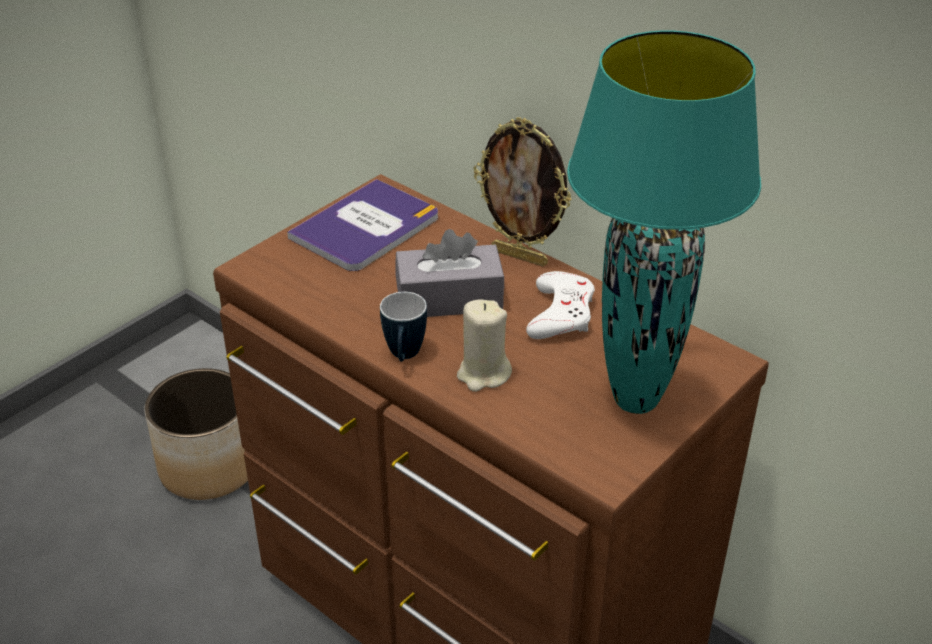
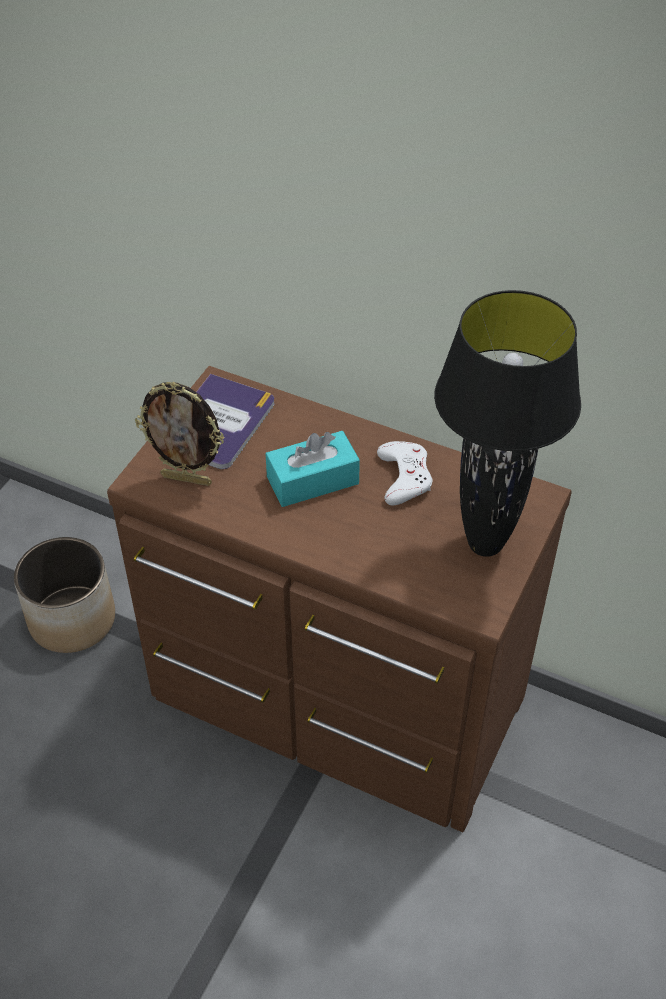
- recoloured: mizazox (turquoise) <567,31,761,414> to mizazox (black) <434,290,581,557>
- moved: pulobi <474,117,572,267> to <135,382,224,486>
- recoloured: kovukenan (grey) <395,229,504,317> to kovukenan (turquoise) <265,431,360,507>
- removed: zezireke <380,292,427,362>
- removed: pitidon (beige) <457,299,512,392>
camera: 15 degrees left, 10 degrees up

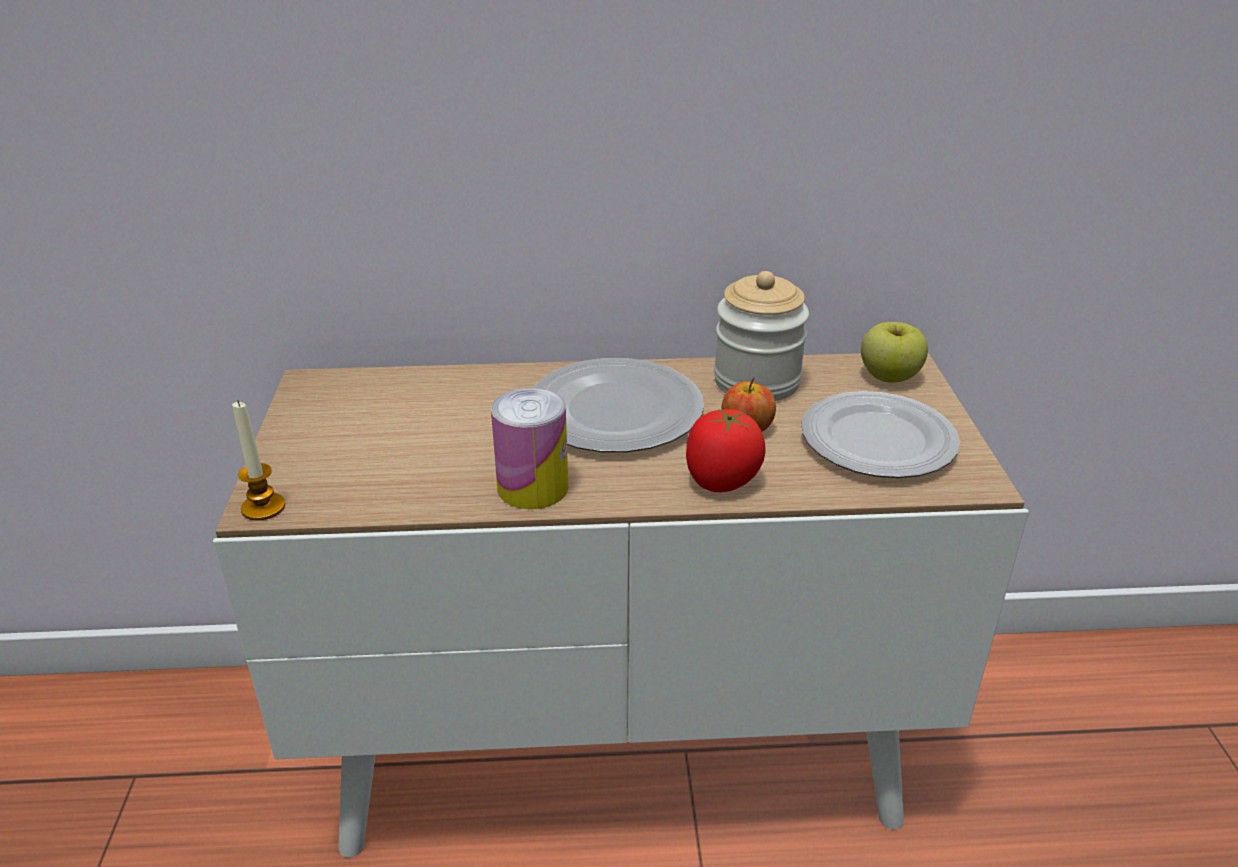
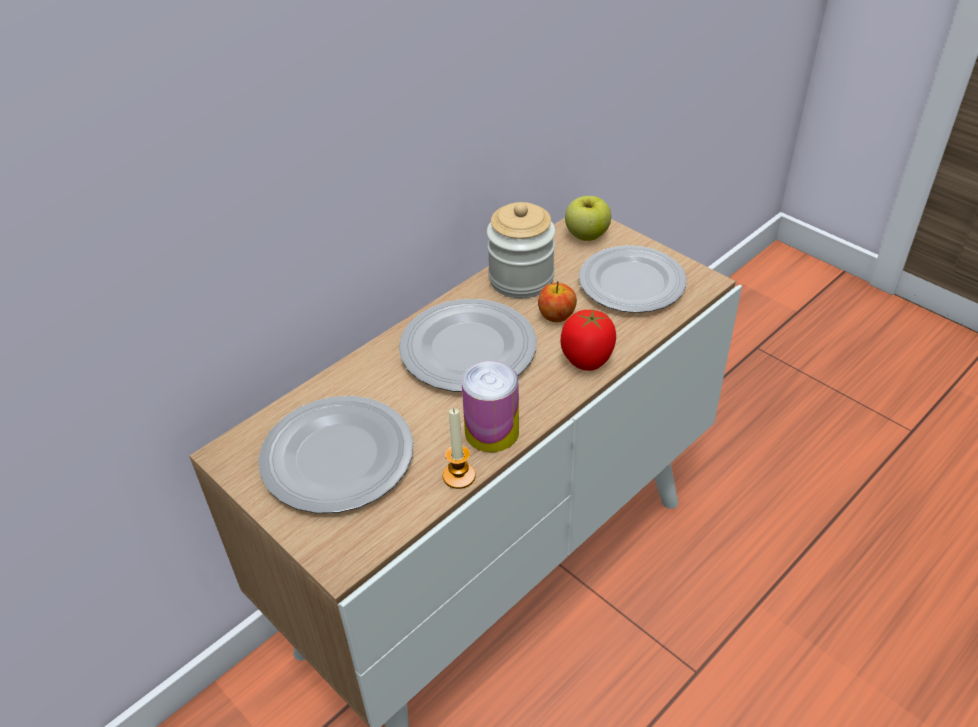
- moved: pitidon <232,401,285,521> to <443,408,476,489>
- added: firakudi <258,396,413,513>
camera: 40 degrees left, 10 degrees up

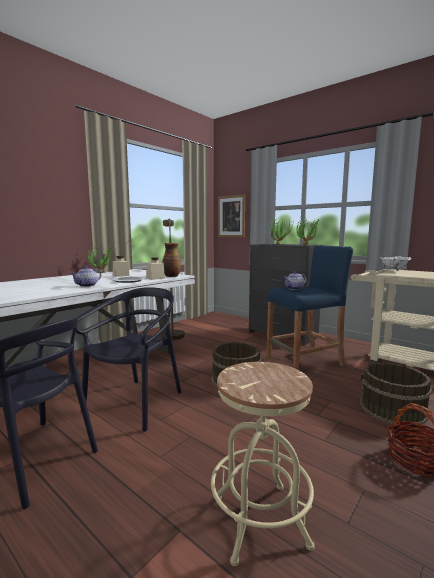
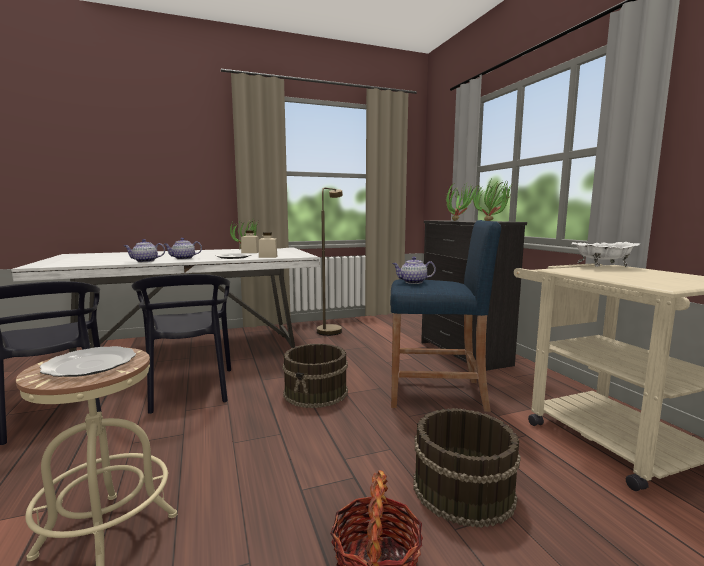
- removed: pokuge <218,194,245,237>
- removed: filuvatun <162,243,181,277>
- turned: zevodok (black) <76,287,181,432> = <132,274,231,414> 105 degrees clockwise
- added: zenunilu <124,239,165,262>
- added: firakudi <40,346,136,377>
camera: 30 degrees right, 0 degrees up

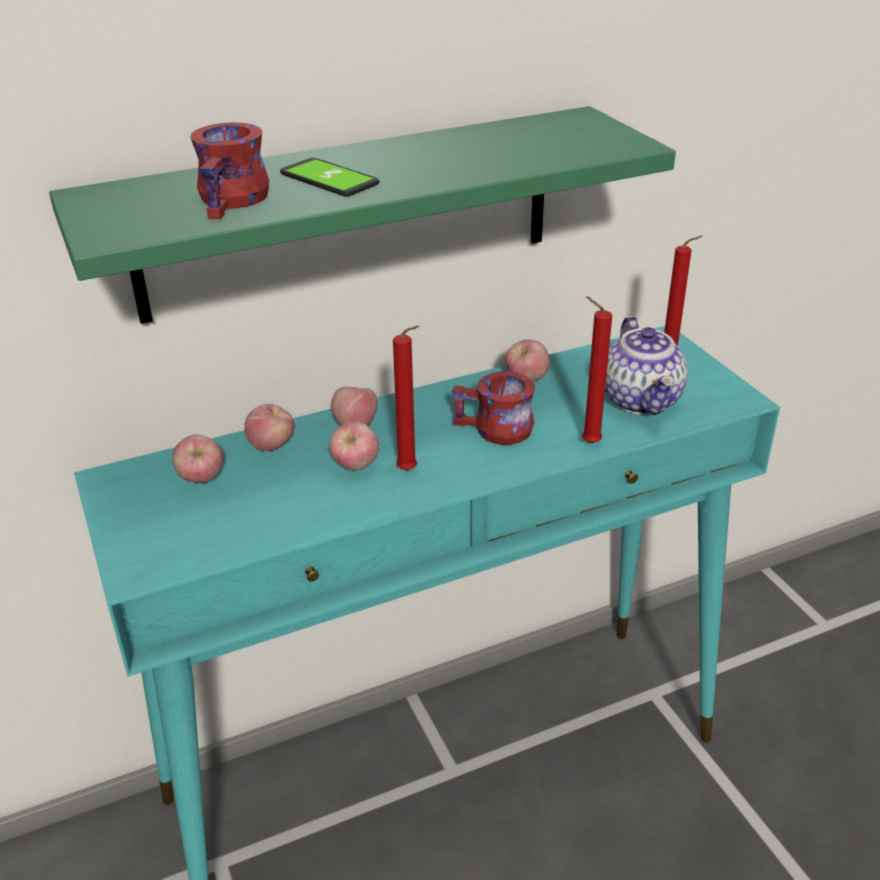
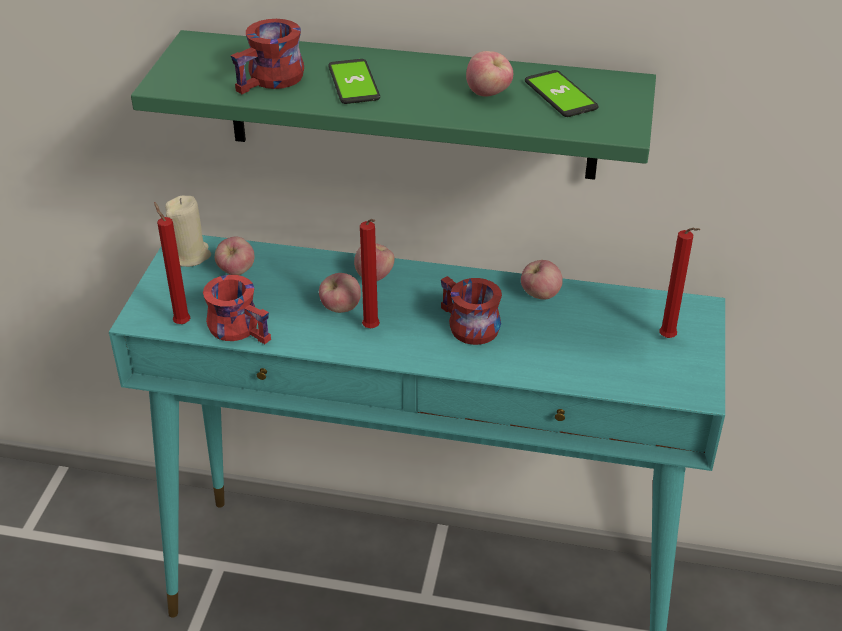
- moved: pitidon (red) <582,296,612,444> to <154,202,191,324>
- removed: zenunilu <605,316,688,415>
- moved: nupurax <244,404,295,451> to <466,51,513,97>
- added: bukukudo <525,70,599,117>
- added: pitidon (beige) <165,196,211,267>
- added: zezireke (red) <203,275,271,344>
camera: 35 degrees right, 5 degrees up

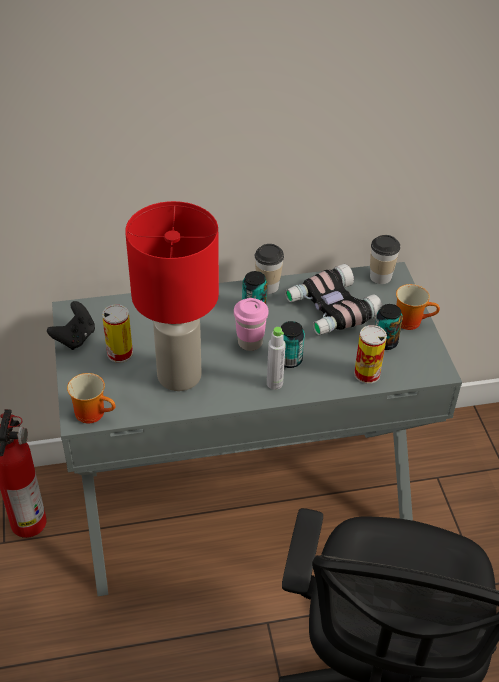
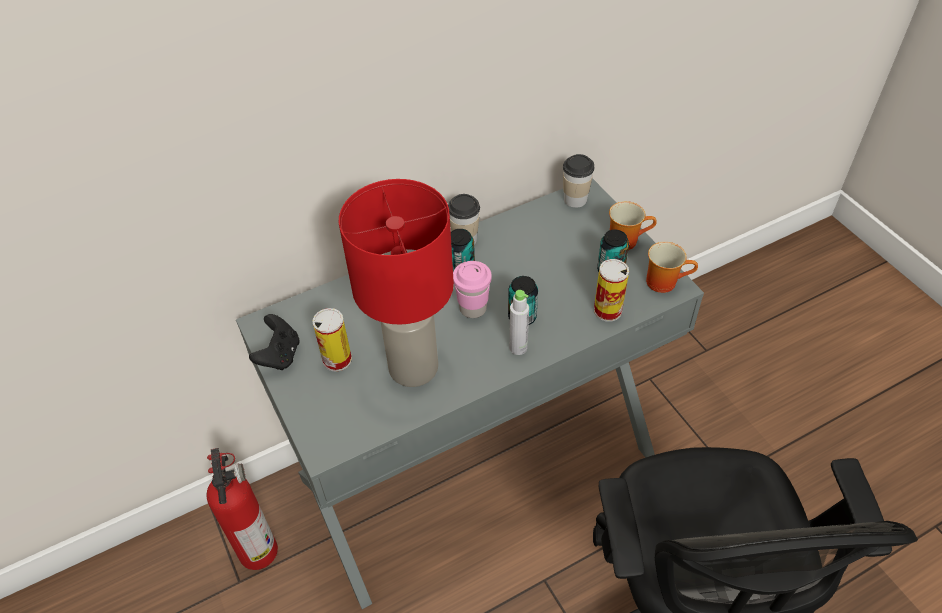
- removed: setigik <285,264,383,335>
- moved: zezireke <67,373,116,424> to <646,242,698,293>
camera: 15 degrees left, 5 degrees up

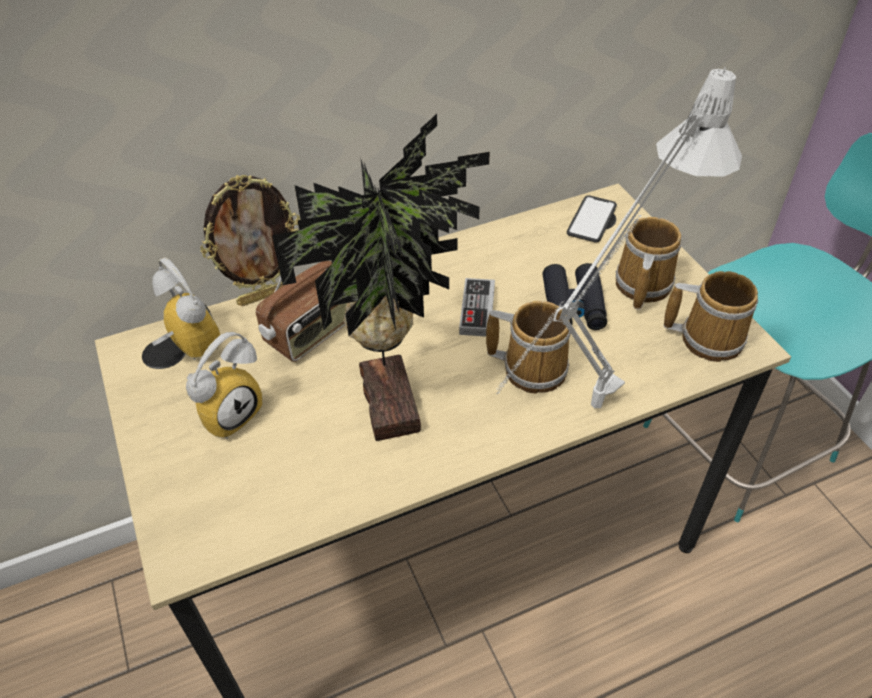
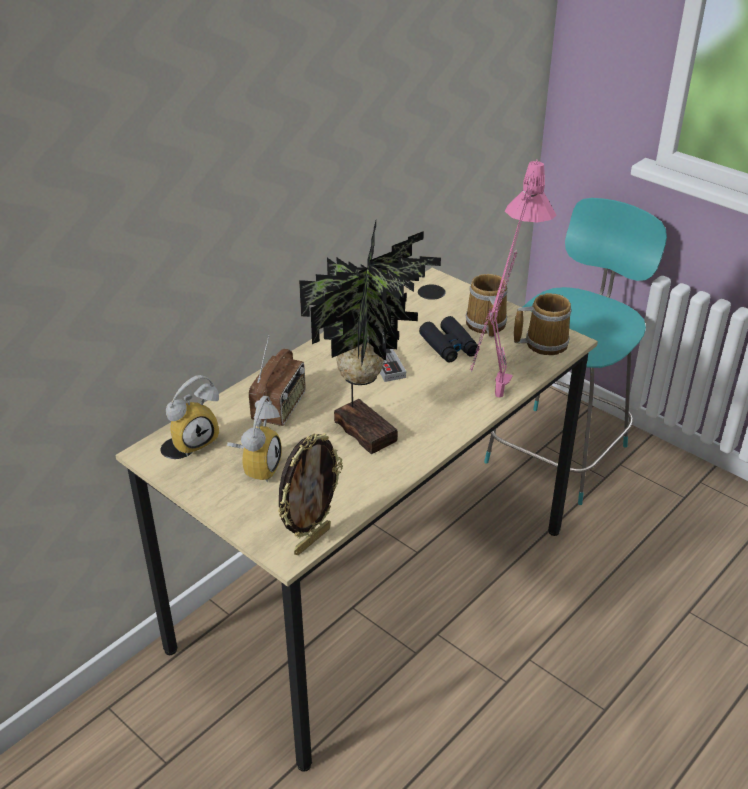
- recoloured: mizazox (grey) <496,67,742,408> to mizazox (pink) <470,159,556,398>
- moved: pulobi <200,175,300,306> to <278,433,343,555>
- removed: bukukudo <567,195,617,243>
- turned: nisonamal <152,258,220,360> = <166,375,219,456> 120 degrees clockwise
- removed: zezireke <486,301,571,393>
camera: 25 degrees left, 10 degrees down

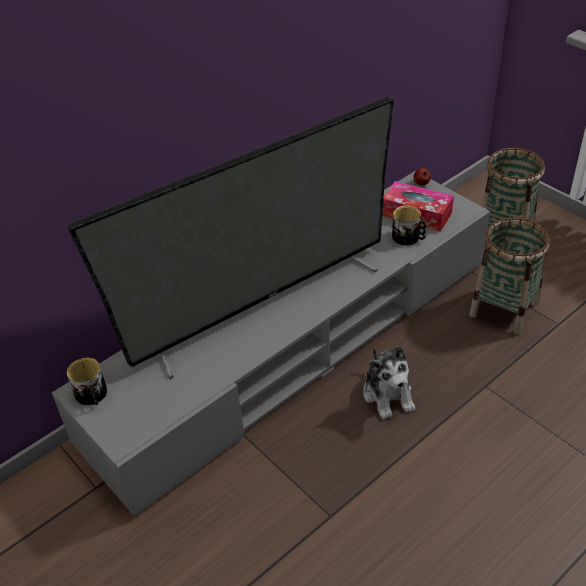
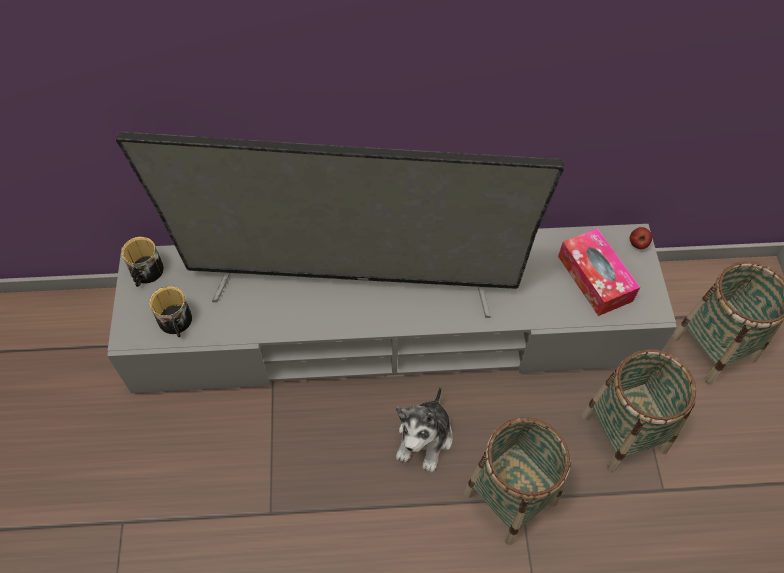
- moved: zezireke <392,205,426,246> to <149,286,192,337>
- added: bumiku <464,417,571,545>
camera: 35 degrees right, 15 degrees up

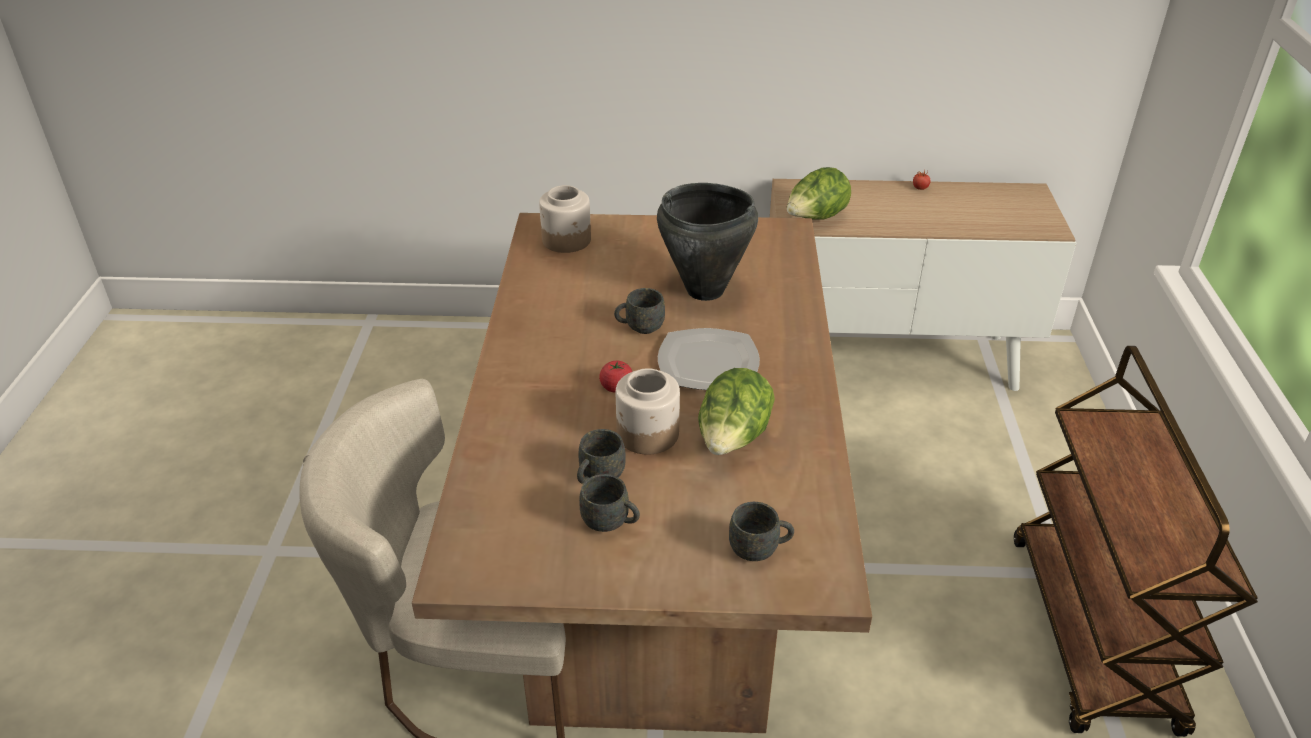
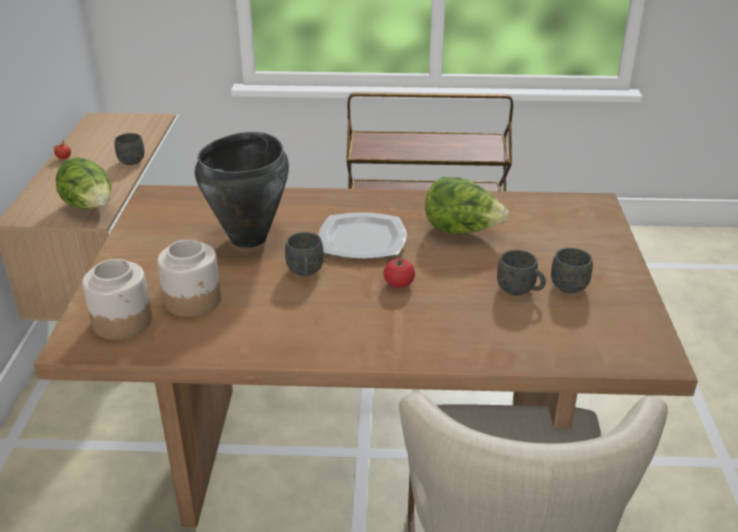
- moved: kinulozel <616,368,680,455> to <157,239,221,317>
- moved: zezireke (grey) <729,502,794,561> to <114,133,145,165>
camera: 90 degrees left, 5 degrees down

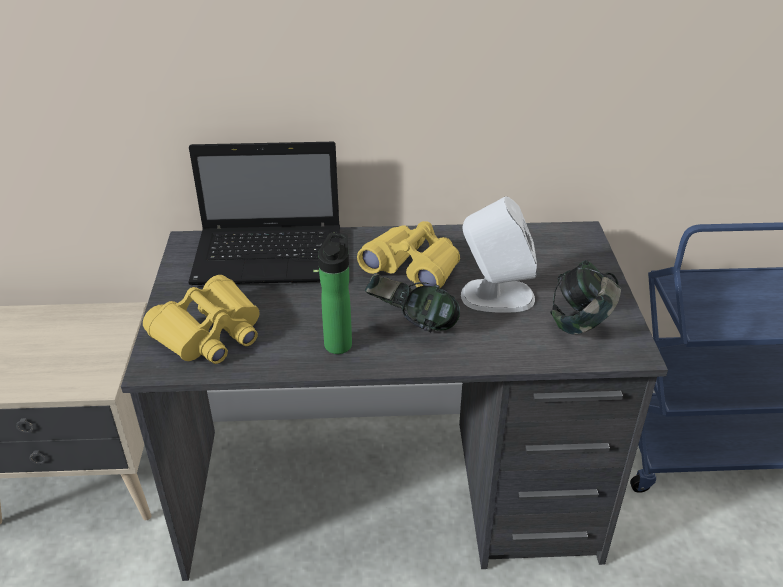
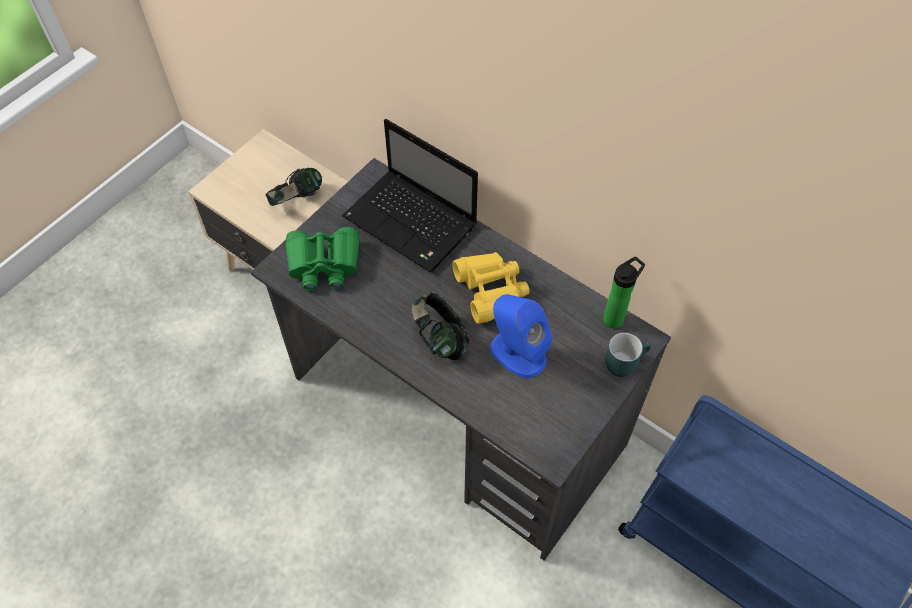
- recoloured: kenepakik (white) <461,196,537,313> to kenepakik (blue) <490,294,552,378>
- moved: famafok <318,233,352,354> to <603,256,645,328>
- moved: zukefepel <550,260,621,334> to <265,168,322,206>
- recoloured: setigik (yellow) <143,275,260,364> to setigik (green) <285,227,360,291>
- added: zezireke (turquoise) <605,332,651,377>
camera: 40 degrees right, 20 degrees up

